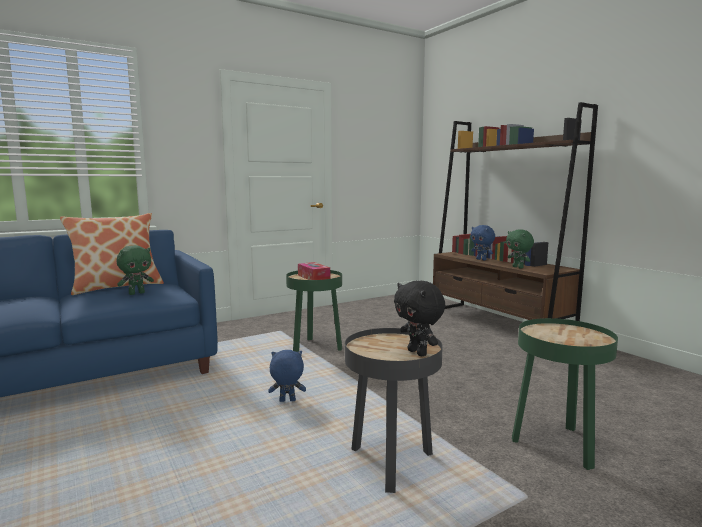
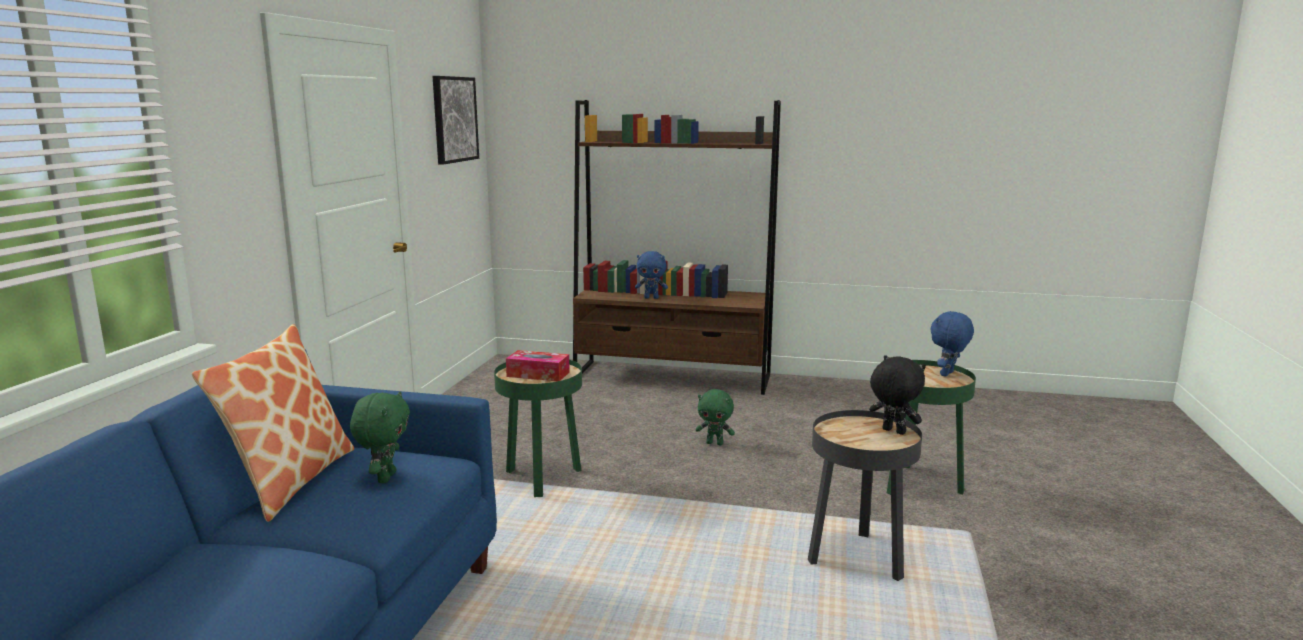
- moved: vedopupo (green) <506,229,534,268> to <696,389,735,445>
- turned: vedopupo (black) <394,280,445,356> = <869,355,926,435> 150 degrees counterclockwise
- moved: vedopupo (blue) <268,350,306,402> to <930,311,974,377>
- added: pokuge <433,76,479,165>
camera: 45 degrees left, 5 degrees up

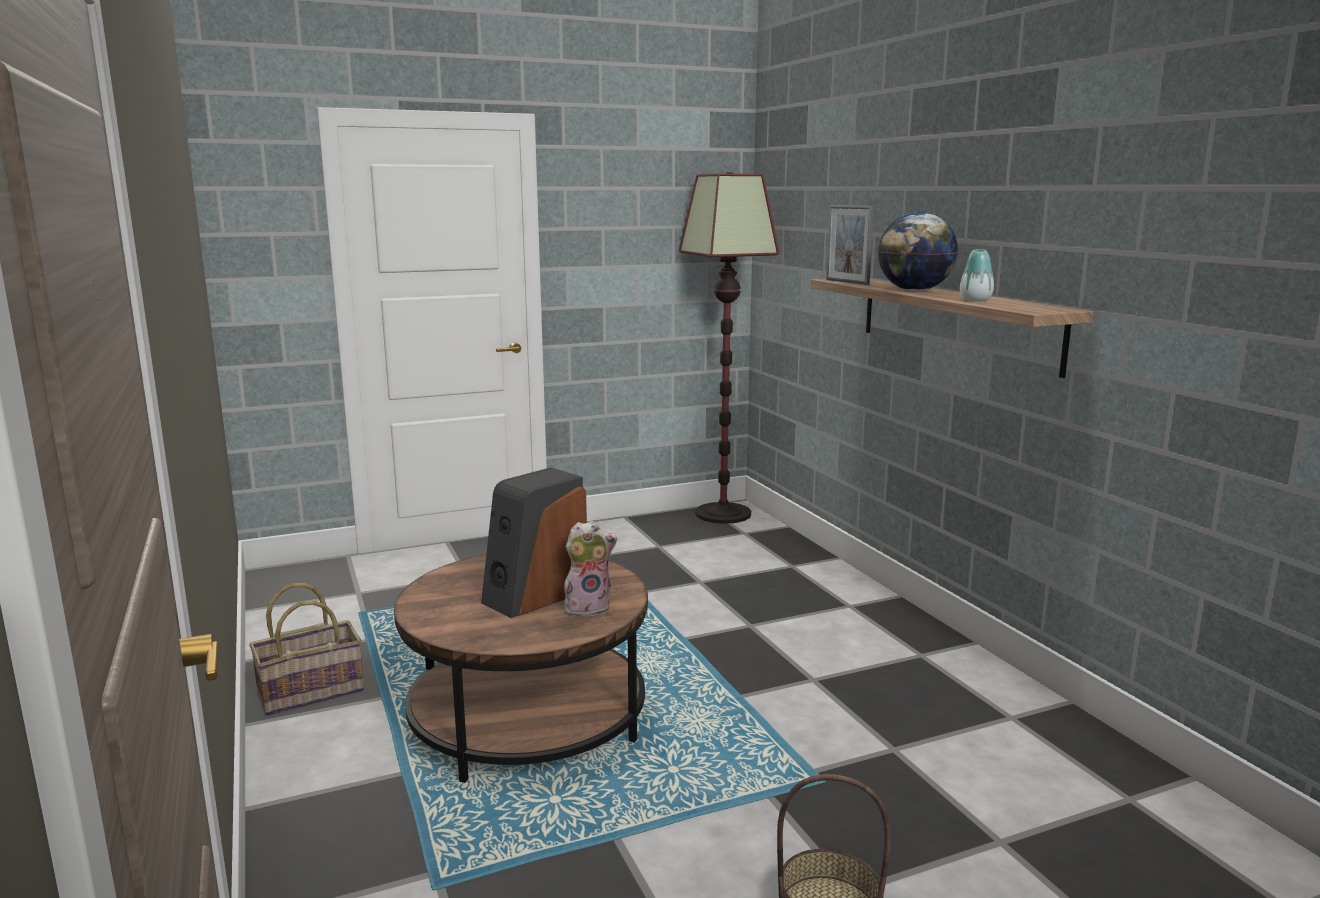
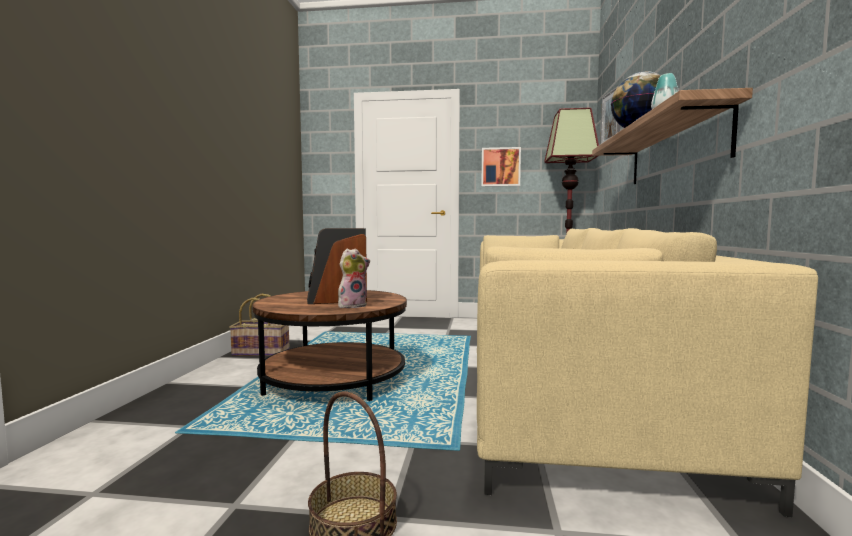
- turned: vedopupo <564,521,618,617> = <338,248,370,308> 45 degrees counterclockwise
- added: pokuge <481,147,521,187>
- added: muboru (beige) <477,228,818,517>
camera: 30 degrees right, 10 degrees down

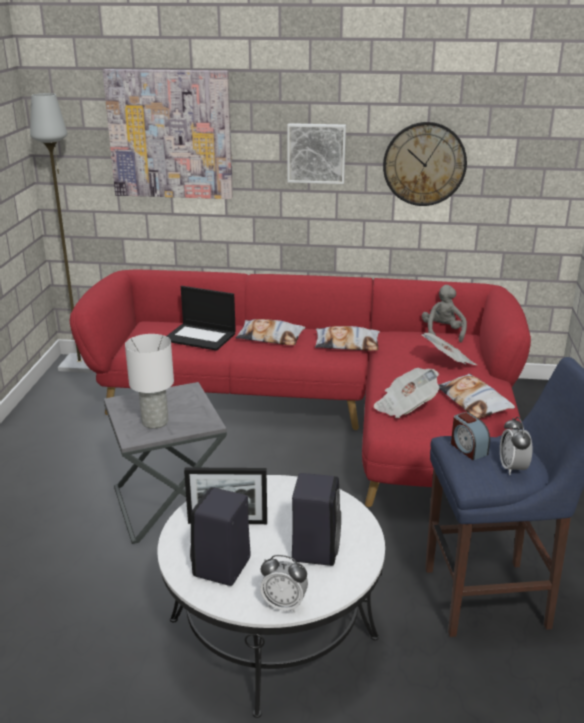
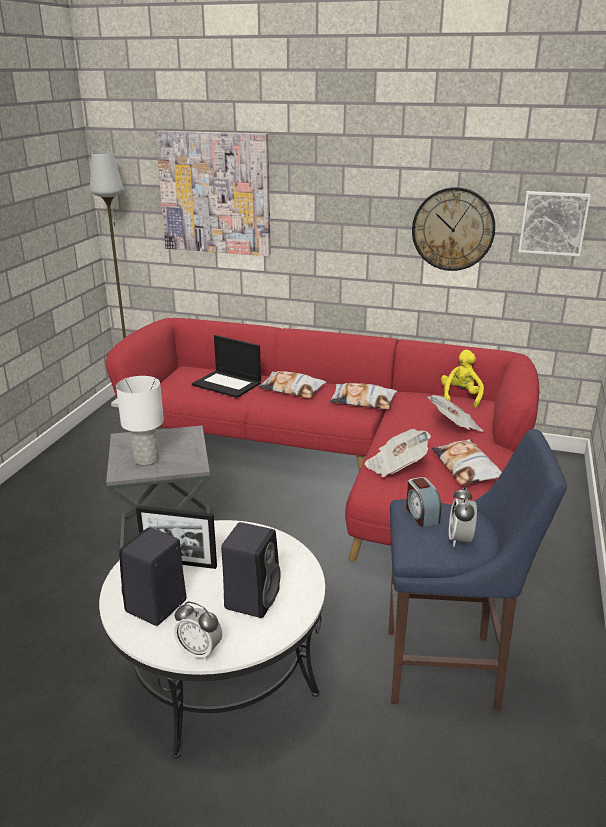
- moved: pokuge <287,123,346,184> to <518,191,591,256>
- recoloured: vedopupo (grey) <422,285,467,342> to vedopupo (yellow) <441,350,484,408>
camera: 10 degrees right, 0 degrees up

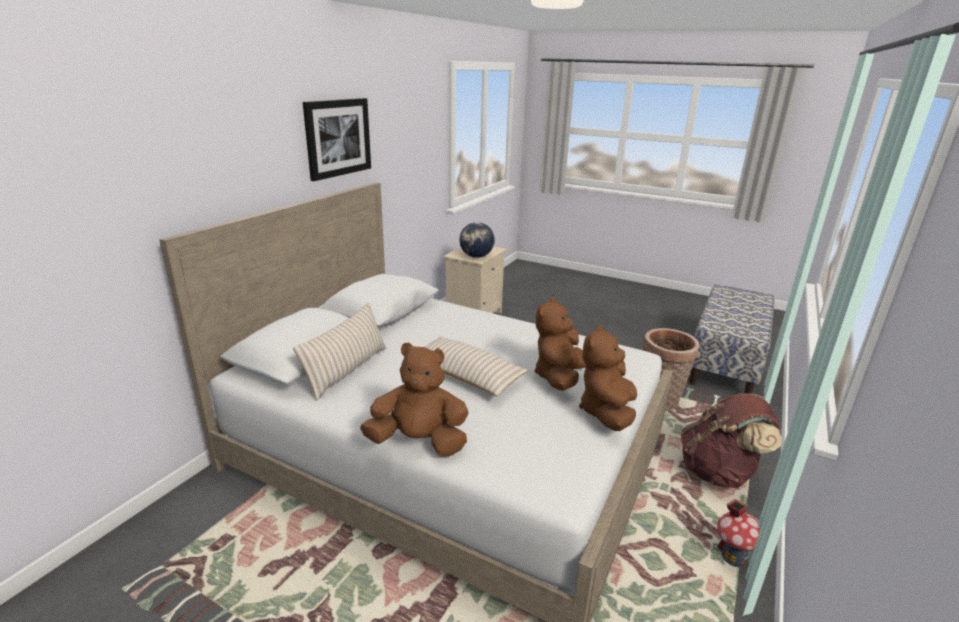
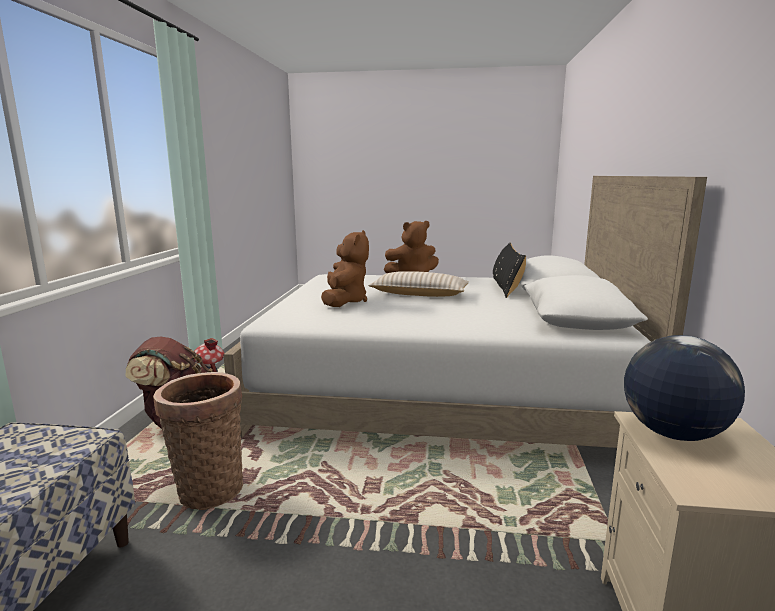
- removed: pokuge <303,98,371,181>
- recoloured: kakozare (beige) <293,303,386,401> to kakozare (black) <493,243,526,298>
- removed: vedopupo (brown) <579,325,637,431>
camera: 160 degrees right, 10 degrees down

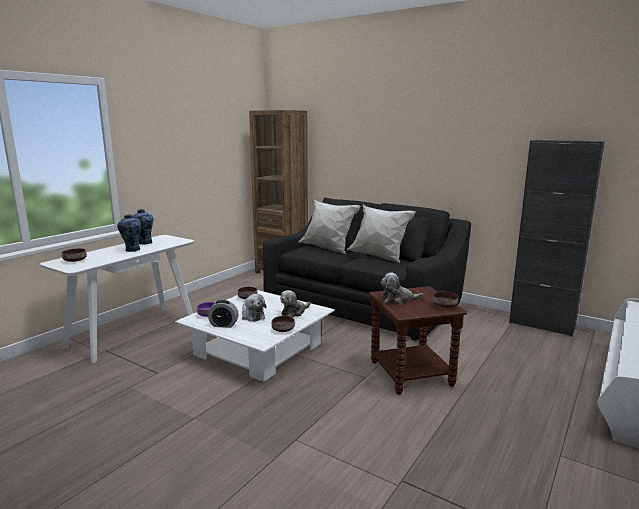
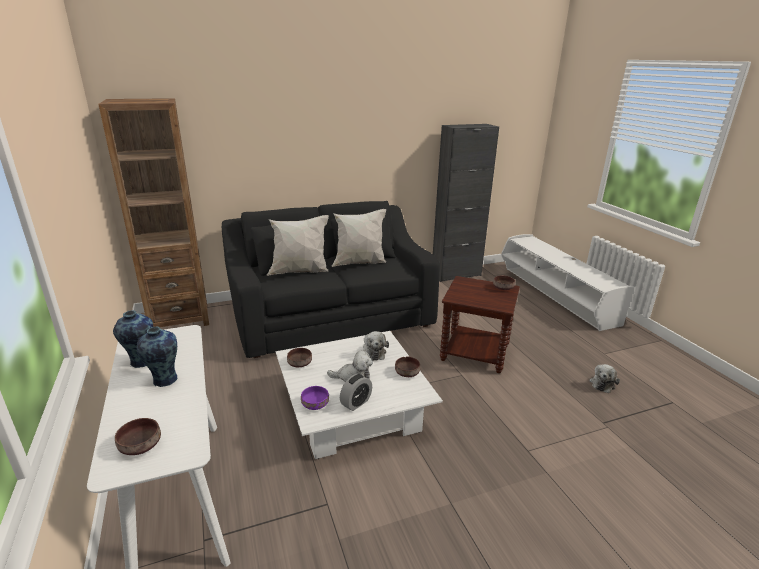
- moved: vedopupo <380,272,423,304> to <589,364,620,393>
camera: 55 degrees left, 10 degrees up

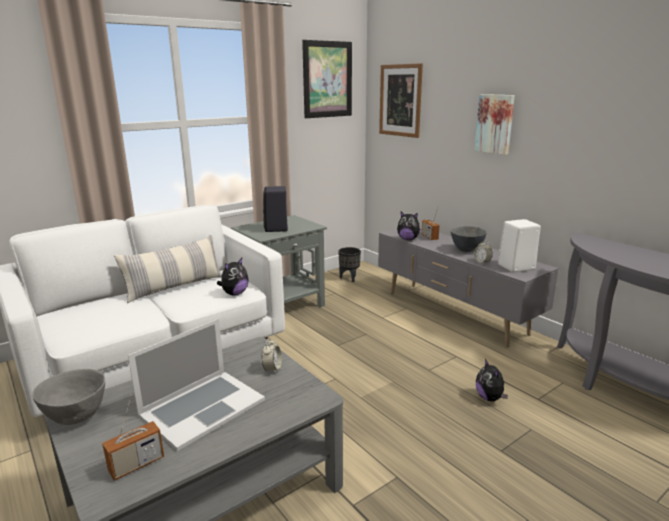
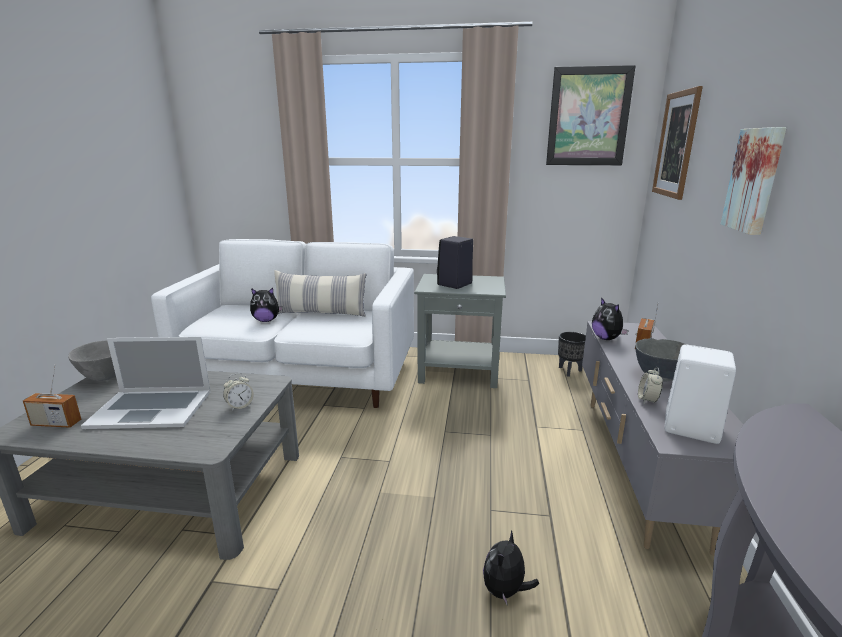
- moved: vedopupo <217,258,249,296> to <250,288,283,322>
camera: 45 degrees right, 0 degrees up

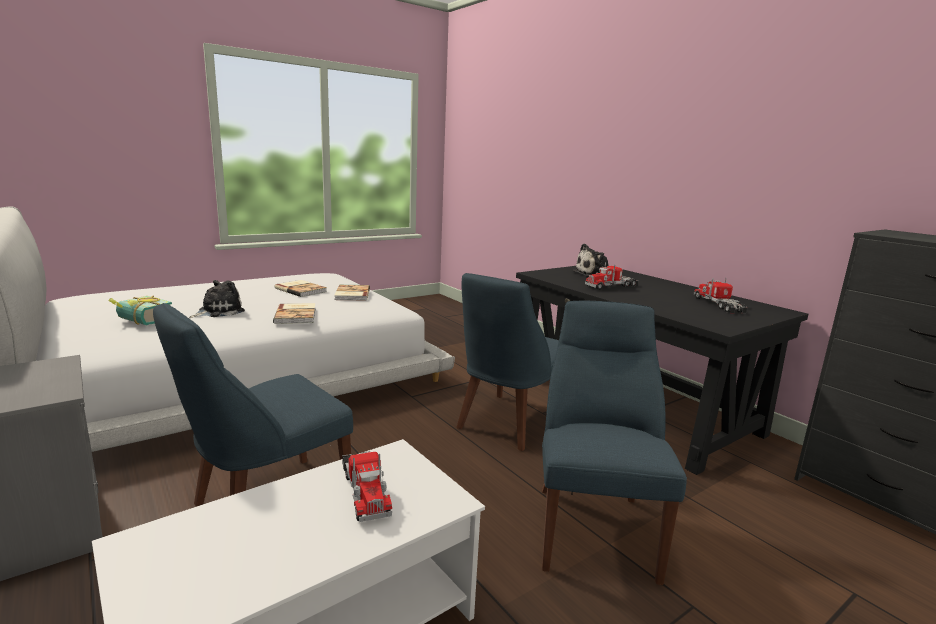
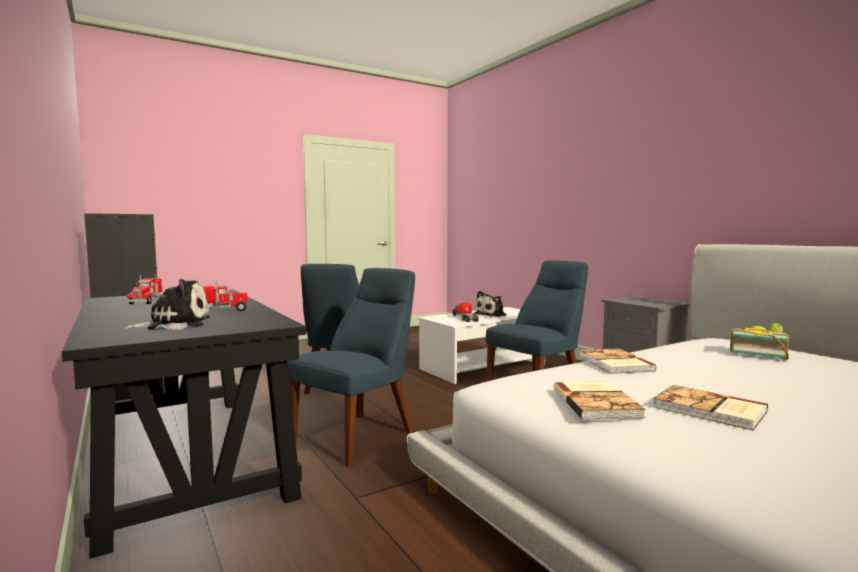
- moved: vedopupo <189,280,245,318> to <474,291,507,317>
camera: 175 degrees left, 10 degrees down

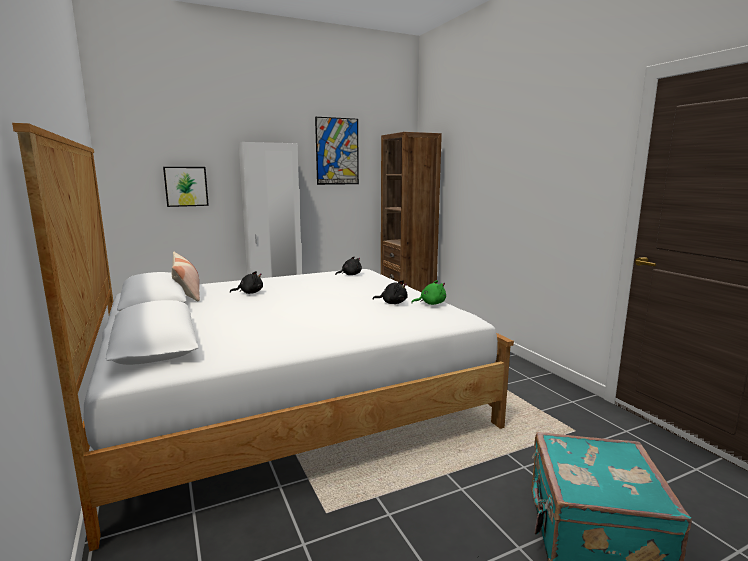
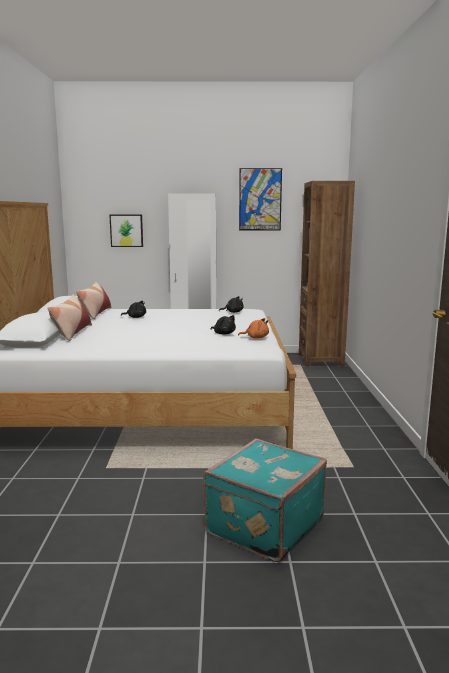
- recoloured: vedopupo (green) <411,280,446,305> to vedopupo (orange) <238,318,269,339>
- added: kakozare <47,294,92,341>
camera: 25 degrees right, 0 degrees up

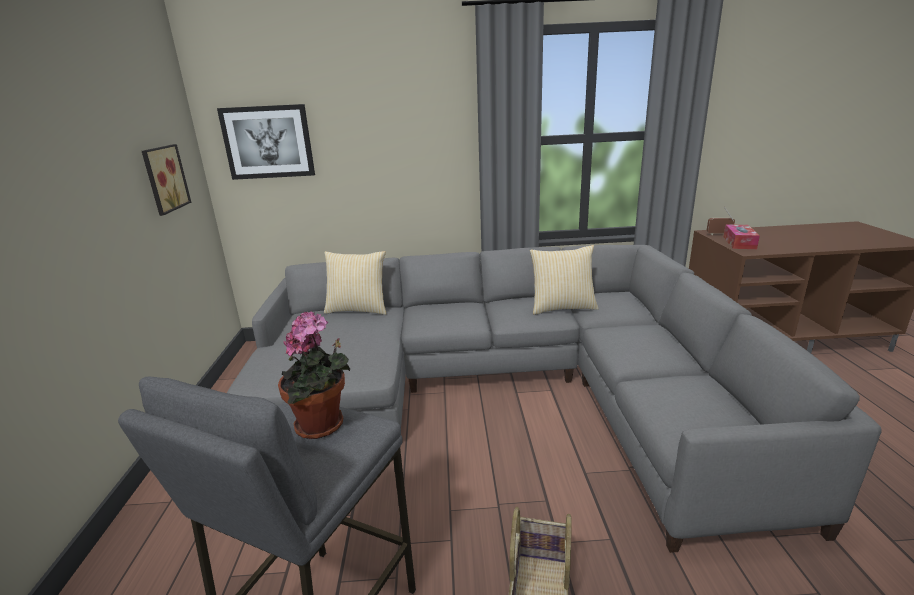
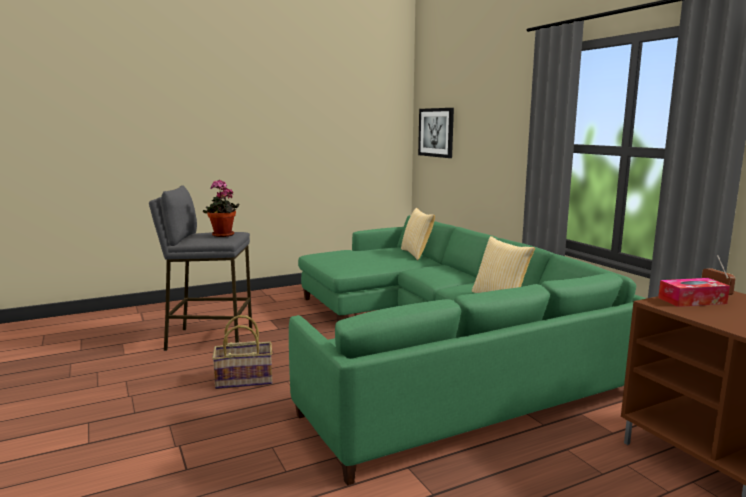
- removed: pokuge <142,144,191,216>
- recoloured: muboru (grey) <227,245,882,553> to muboru (green) <289,215,647,485>
camera: 65 degrees right, 10 degrees down

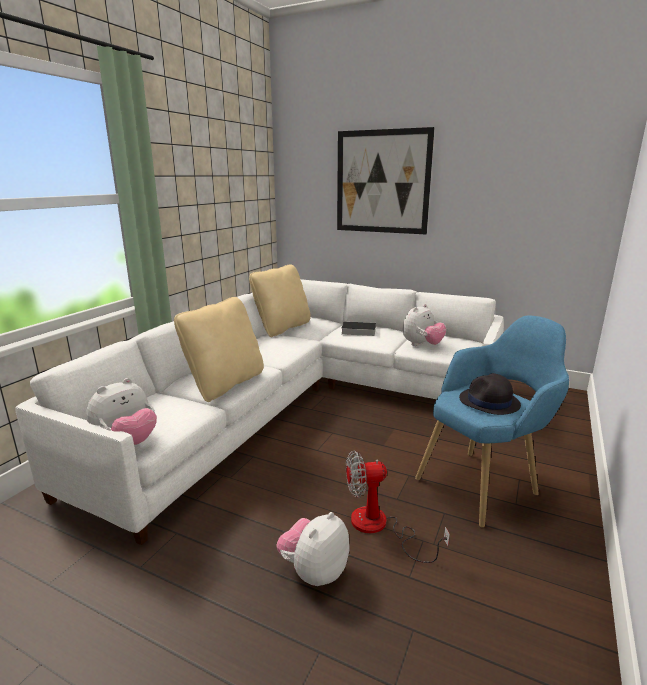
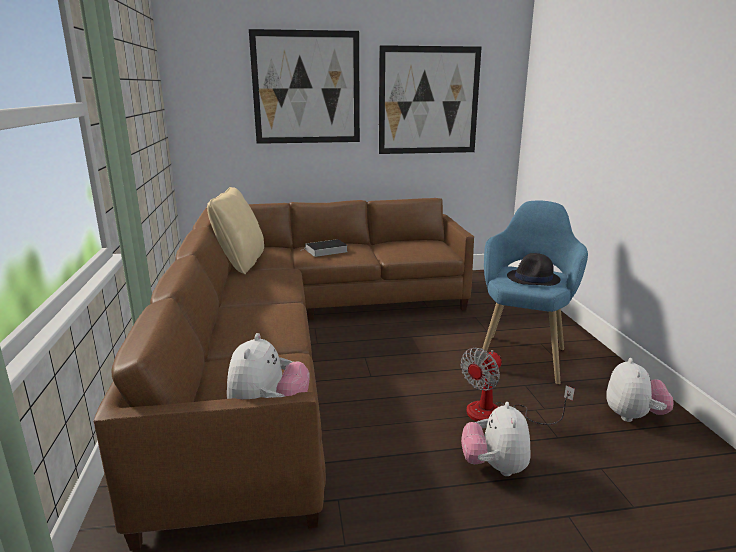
- recoloured: muboru (white) <15,279,504,545> to muboru (brown) <94,198,474,551>
- removed: kakozare (beige) <174,297,264,402>
- moved: vedopupo <402,304,446,346> to <606,358,673,422>
- added: pokuge <379,45,482,154>
camera: 35 degrees left, 0 degrees up

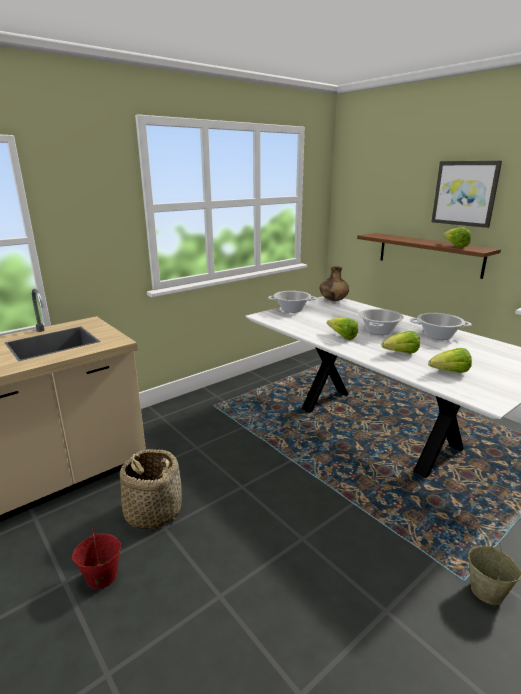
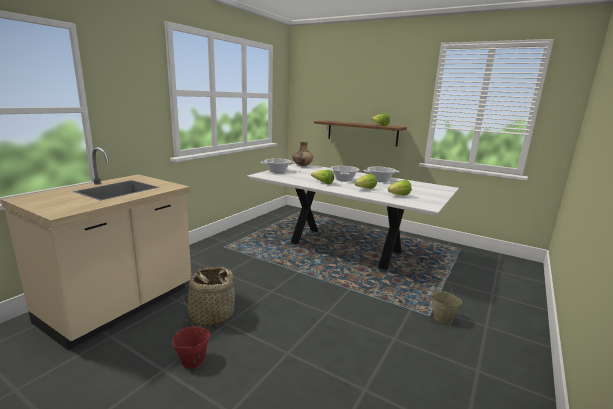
- removed: pokuge <431,161,502,228>
camera: 20 degrees left, 5 degrees down

